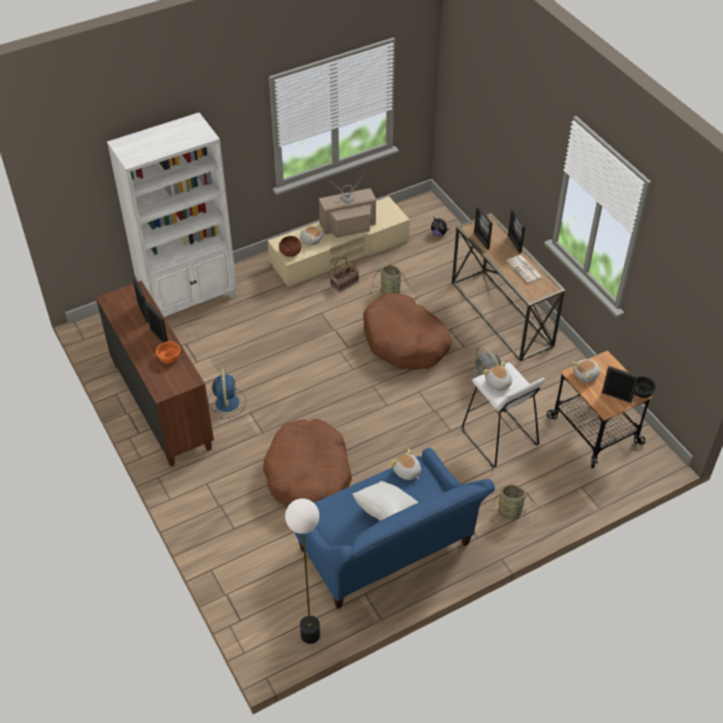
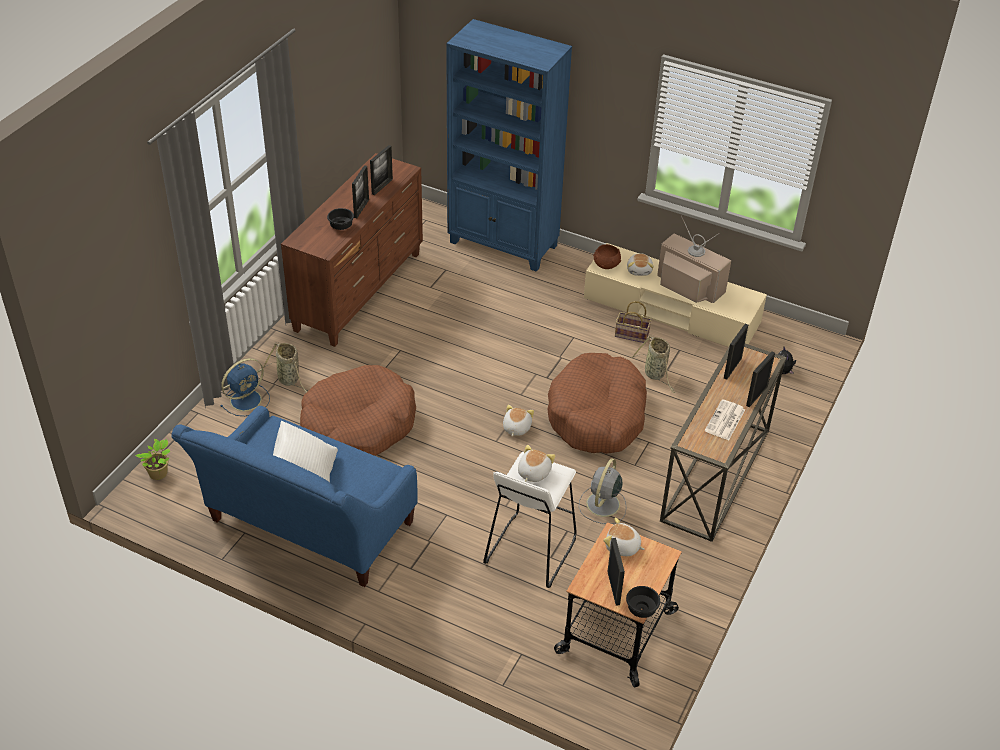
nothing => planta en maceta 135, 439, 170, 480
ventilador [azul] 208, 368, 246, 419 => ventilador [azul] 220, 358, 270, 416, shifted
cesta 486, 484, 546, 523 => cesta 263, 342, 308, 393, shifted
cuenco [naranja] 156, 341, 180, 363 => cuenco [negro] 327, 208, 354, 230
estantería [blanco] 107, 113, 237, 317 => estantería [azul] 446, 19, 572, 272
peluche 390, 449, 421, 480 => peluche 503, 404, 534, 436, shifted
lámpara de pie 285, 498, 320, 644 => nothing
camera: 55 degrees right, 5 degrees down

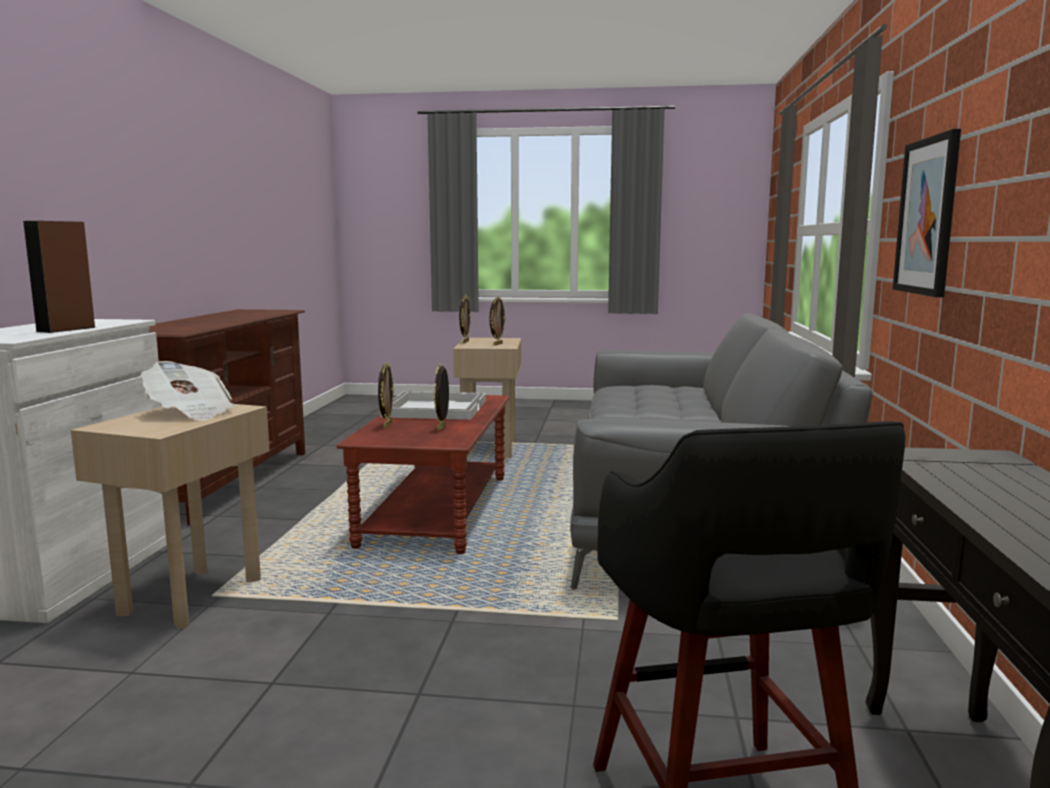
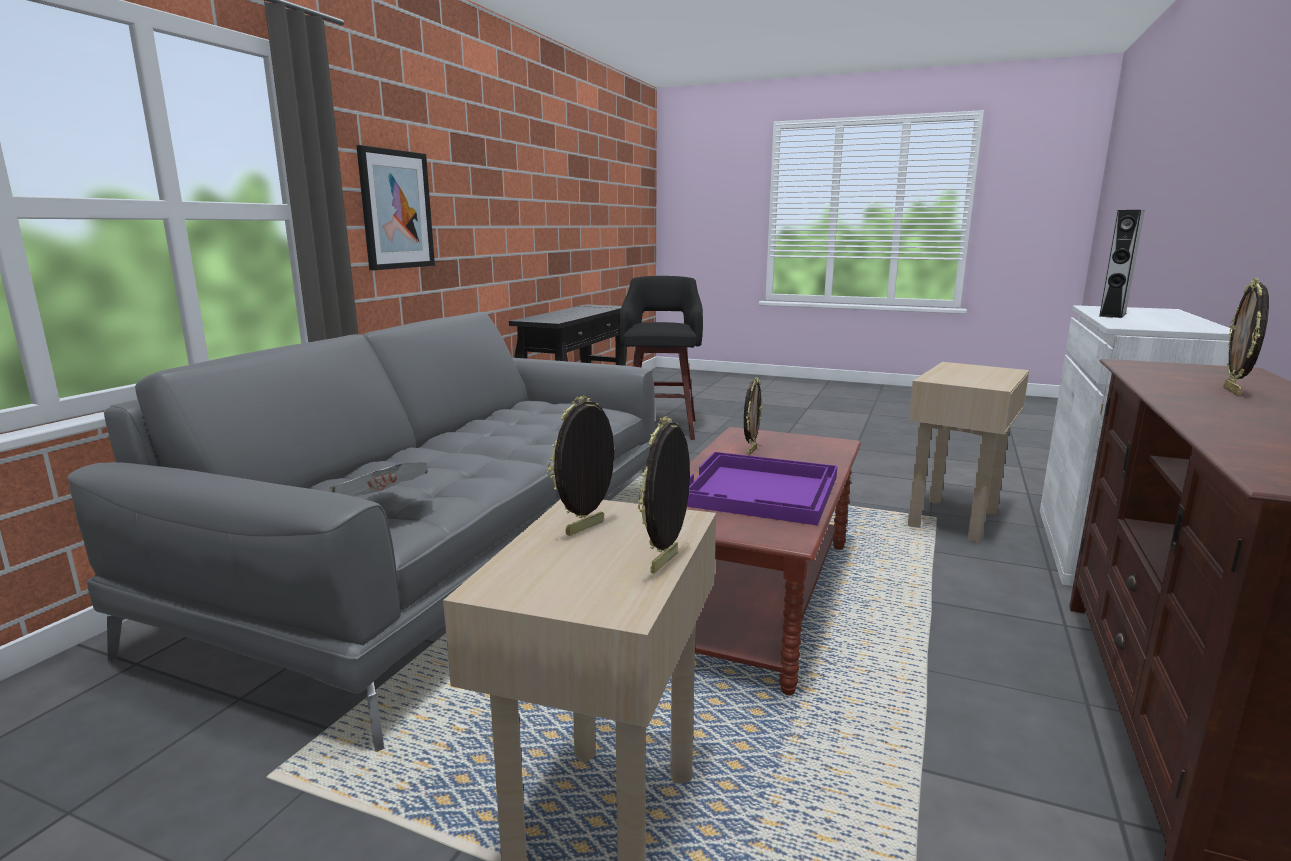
periódico 141, 361, 235, 421 => periódico 329, 462, 429, 497, shifted
bandeja [blanco] 380, 391, 486, 420 => bandeja [morado] 687, 452, 837, 526
altavoz [marrón] 23, 221, 96, 333 => altavoz [gris] 1099, 210, 1145, 318
portarretratos 378, 362, 394, 428 => portarretratos 1223, 278, 1269, 396, shifted
camera: 165 degrees left, 5 degrees up

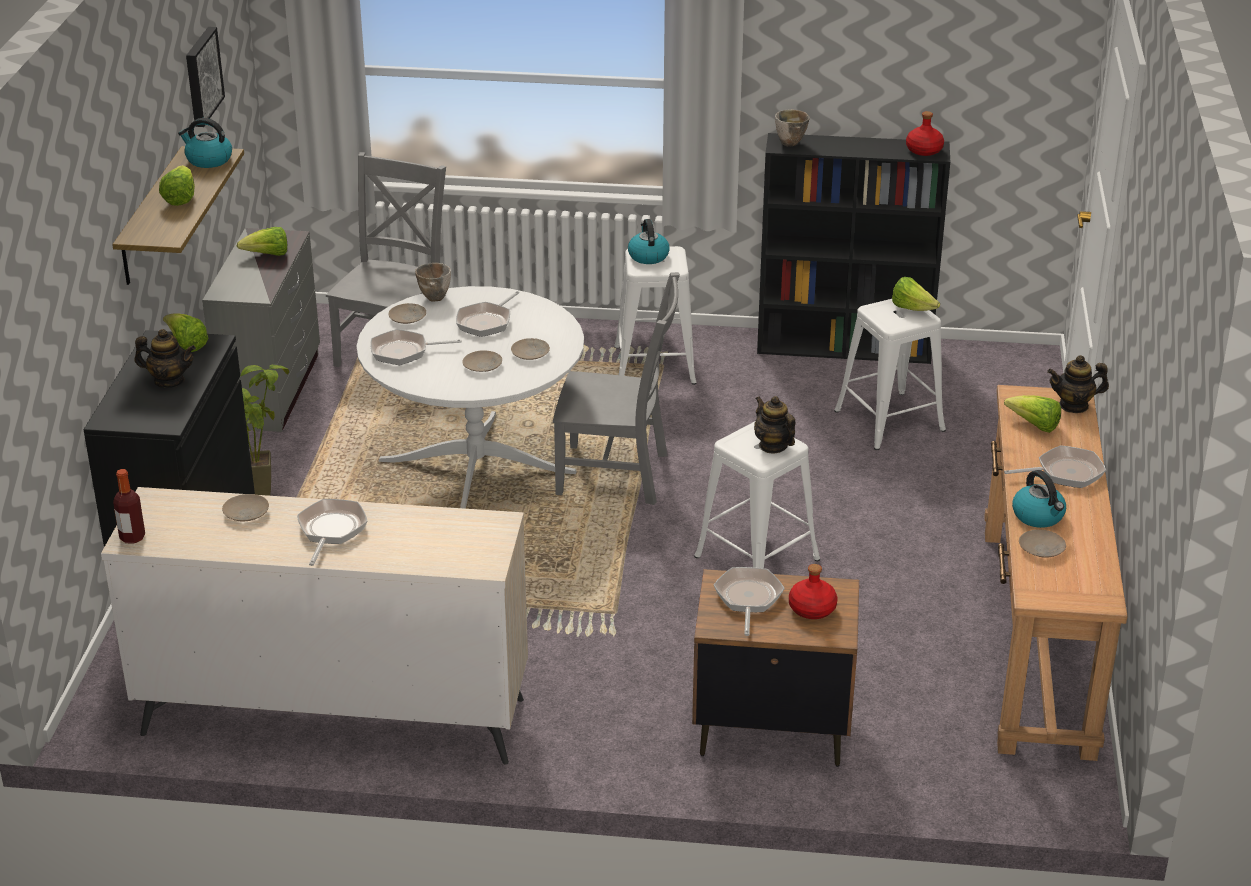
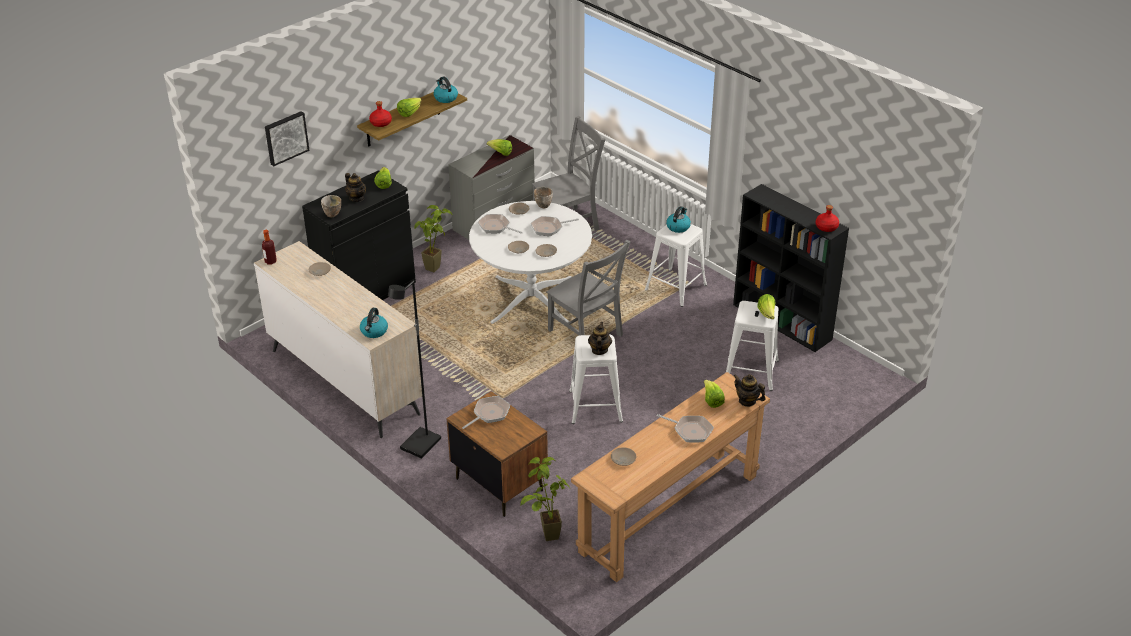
cuadro 186, 27, 225, 127 => cuadro 265, 111, 310, 166, shifted
cuenco 775, 109, 810, 146 => cuenco 321, 195, 341, 217, shifted
hervidor 1012, 470, 1066, 528 => hervidor 360, 308, 388, 338, shifted
botella [rojo] 789, 564, 837, 619 => botella [rojo] 369, 101, 392, 127, shifted
nothing => lámpara de pie [negro] 388, 280, 441, 459
nothing => planta en maceta 520, 457, 570, 541
sartén 297, 499, 368, 566 => nothing
camera: 40 degrees right, 5 degrees up

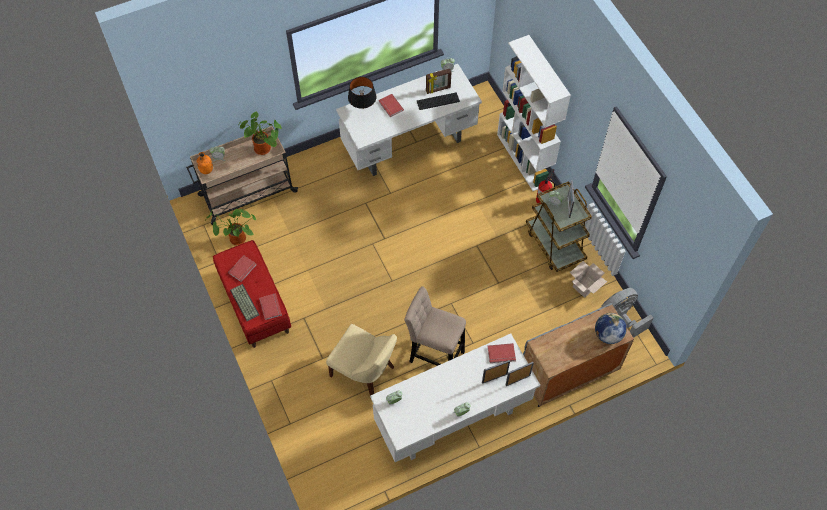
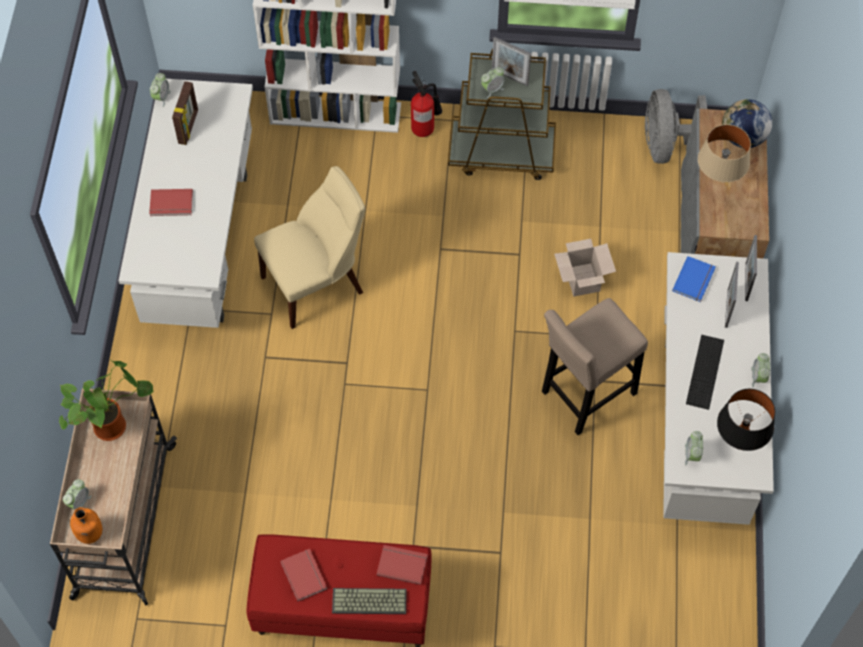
silla [beis] 326, 324, 397, 395 => silla [beis] 254, 166, 365, 329, shifted
caja de cartón 569, 261, 607, 298 => caja de cartón 554, 239, 616, 297, shifted
libro [rojo] 487, 343, 516, 363 => libro [azul] 672, 256, 716, 302
teclado 417, 92, 460, 110 => teclado 686, 335, 724, 410, shifted
nothing => lámpara de mesa [beis] 698, 124, 751, 182
lámpara de mesa [negro] 348, 77, 377, 109 => lámpara de mesa [negro] 717, 389, 775, 451, shifted
planta en maceta 205, 208, 256, 245 => nothing
camera: 60 degrees left, 0 degrees up

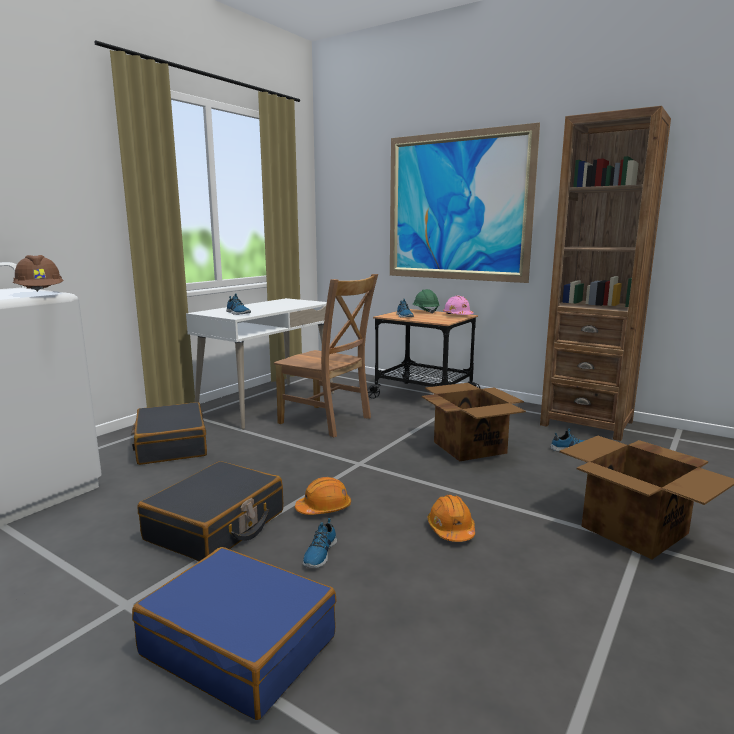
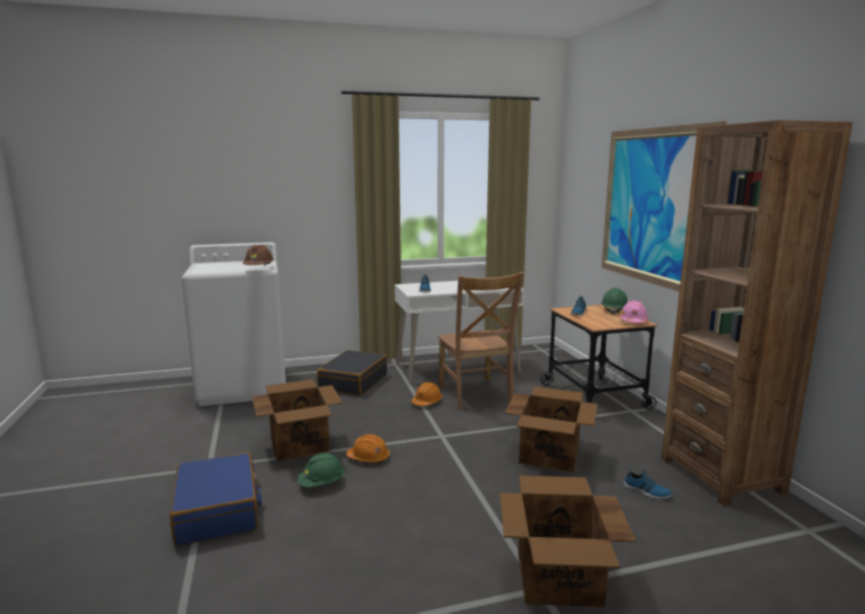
maleta [negro] 137, 461, 283, 561 => caja de cartón 252, 379, 343, 461
zapato 303, 518, 337, 568 => casco [verde] 297, 453, 344, 487
casco [naranja] 428, 495, 475, 542 => casco [naranja] 411, 382, 442, 406, shifted
camera: 40 degrees right, 0 degrees up

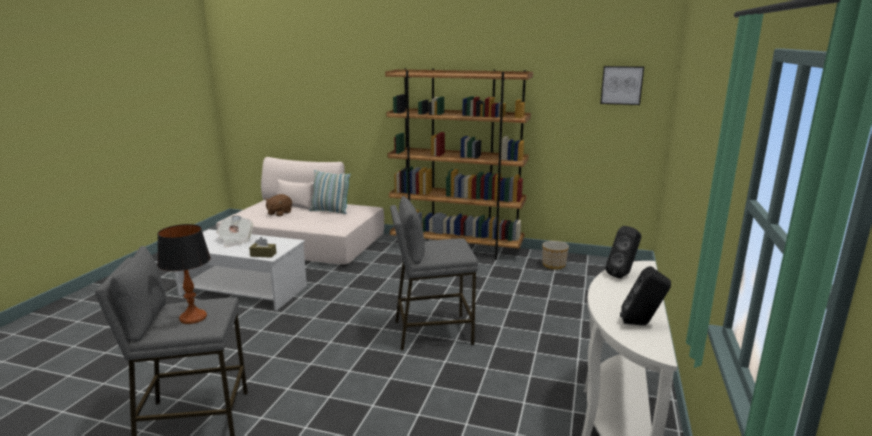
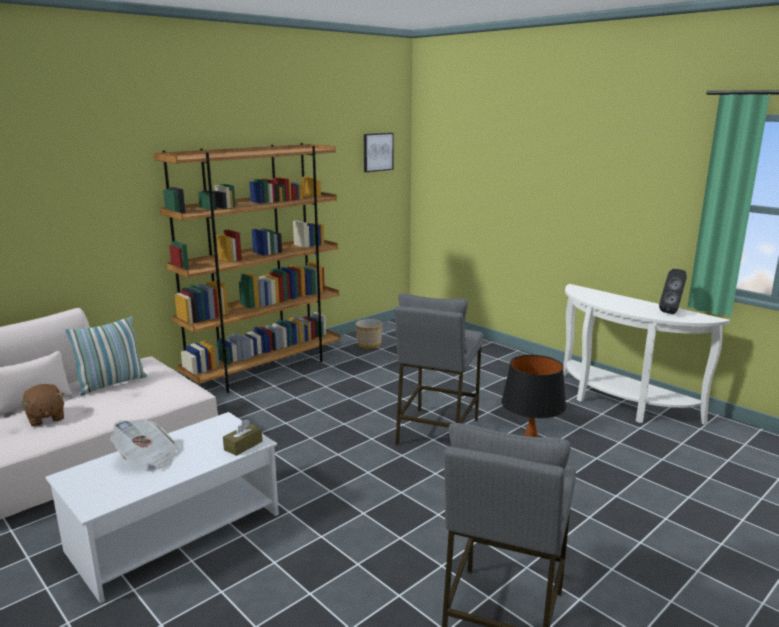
altavoz [negro] 605, 226, 641, 279 => nothing
camera: 60 degrees left, 0 degrees up

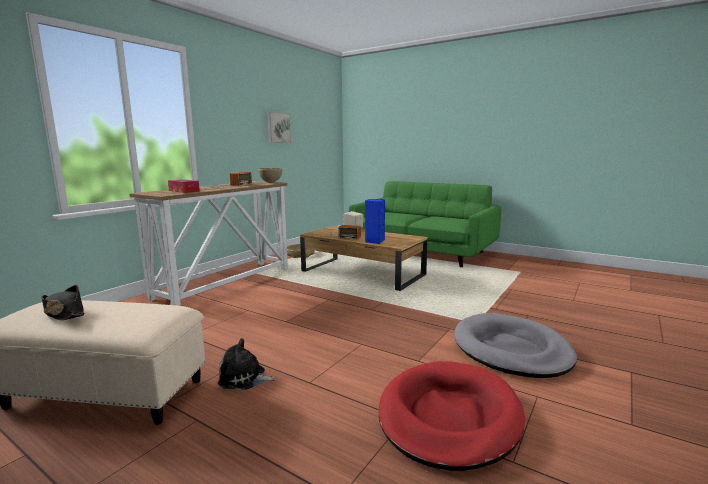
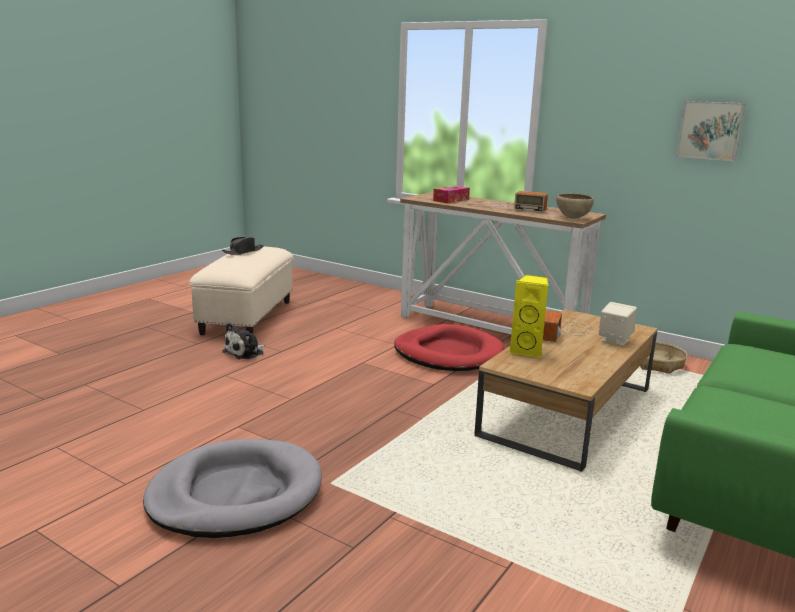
peluche 218, 338, 277, 390 => peluche 222, 323, 265, 359, 150 degrees counterclockwise
cama para perro [rojo] 378, 361, 525, 471 => cama para perro [rojo] 394, 324, 504, 371, shifted
altavoz [azul] 365, 199, 385, 244 => altavoz [amarillo] 510, 275, 549, 358
camera: 90 degrees right, 5 degrees up

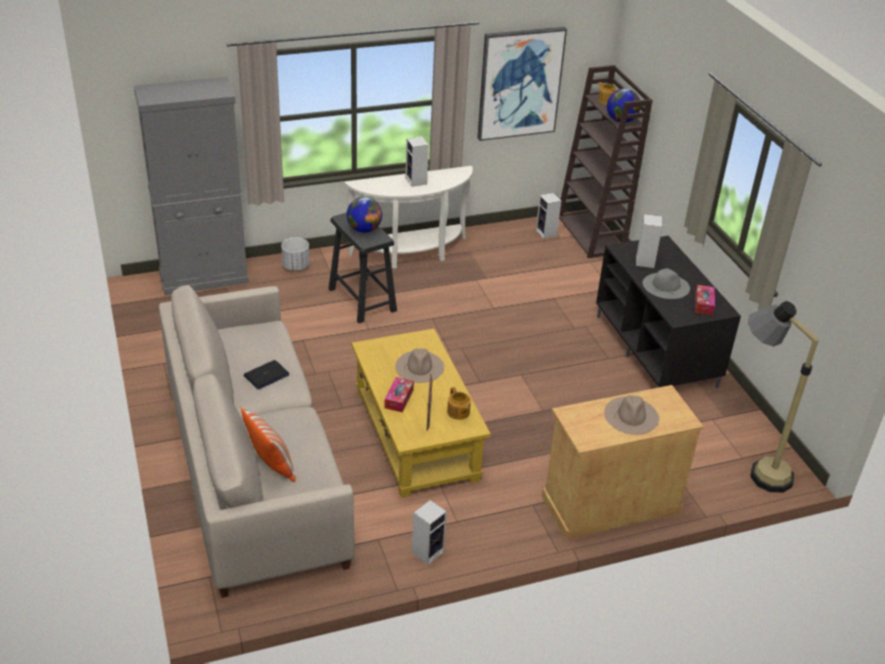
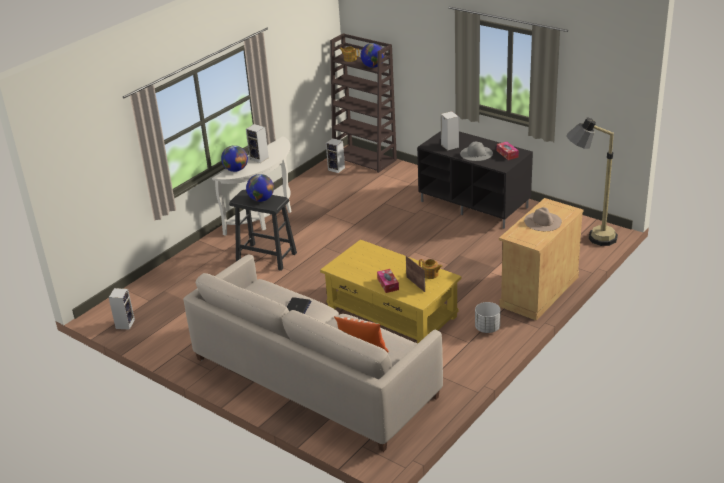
altavoz 412, 500, 447, 565 => altavoz 108, 288, 135, 330, shifted
nothing => globo terráqueo 221, 145, 248, 172
maceta [blanco] 281, 238, 310, 271 => maceta [blanco] 475, 302, 501, 333, shifted
armario [gris] 134, 77, 249, 295 => nothing
sombrero [beis] 395, 349, 444, 383 => nothing
cuadro 477, 27, 567, 141 => nothing
camera: 30 degrees left, 5 degrees down

